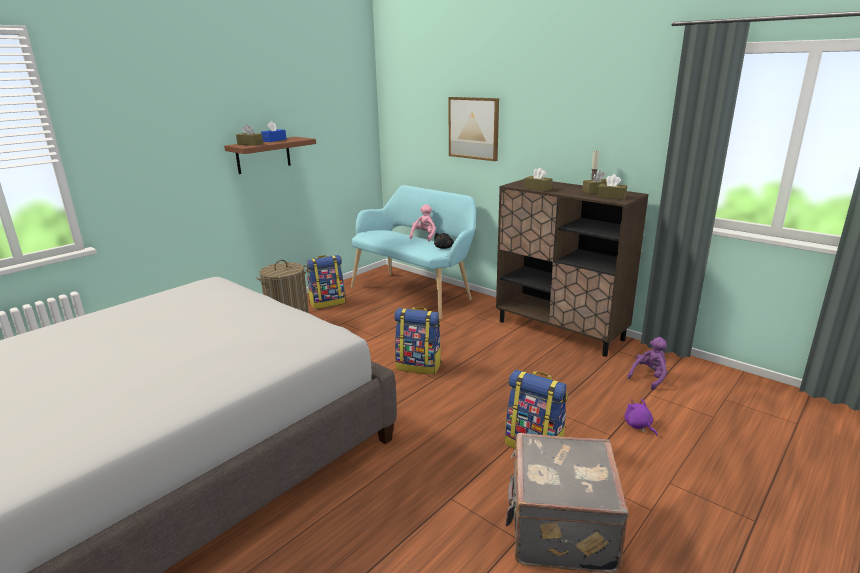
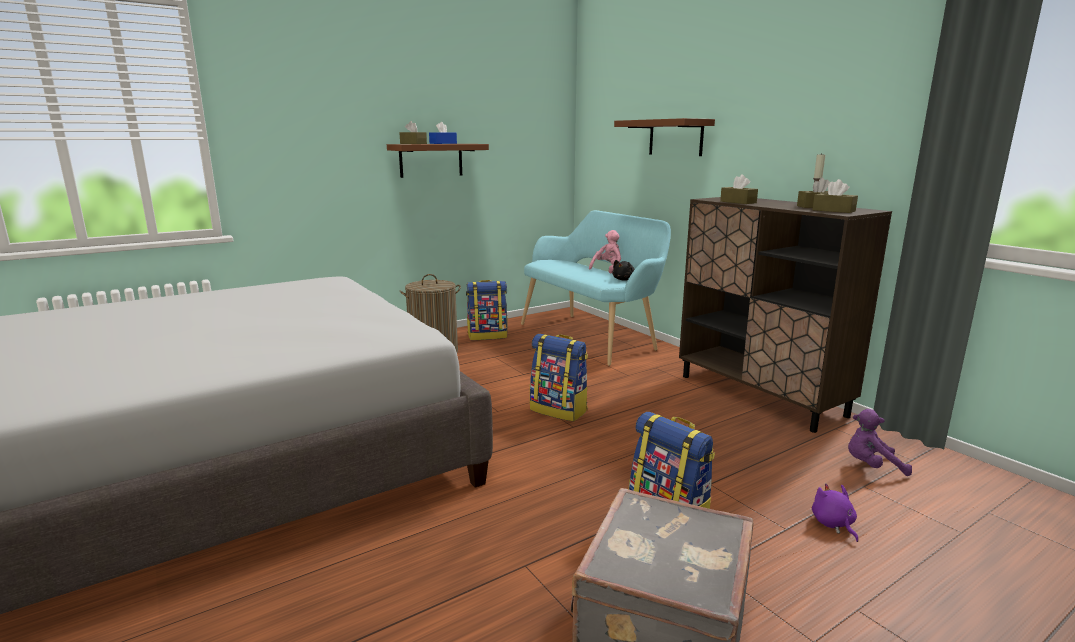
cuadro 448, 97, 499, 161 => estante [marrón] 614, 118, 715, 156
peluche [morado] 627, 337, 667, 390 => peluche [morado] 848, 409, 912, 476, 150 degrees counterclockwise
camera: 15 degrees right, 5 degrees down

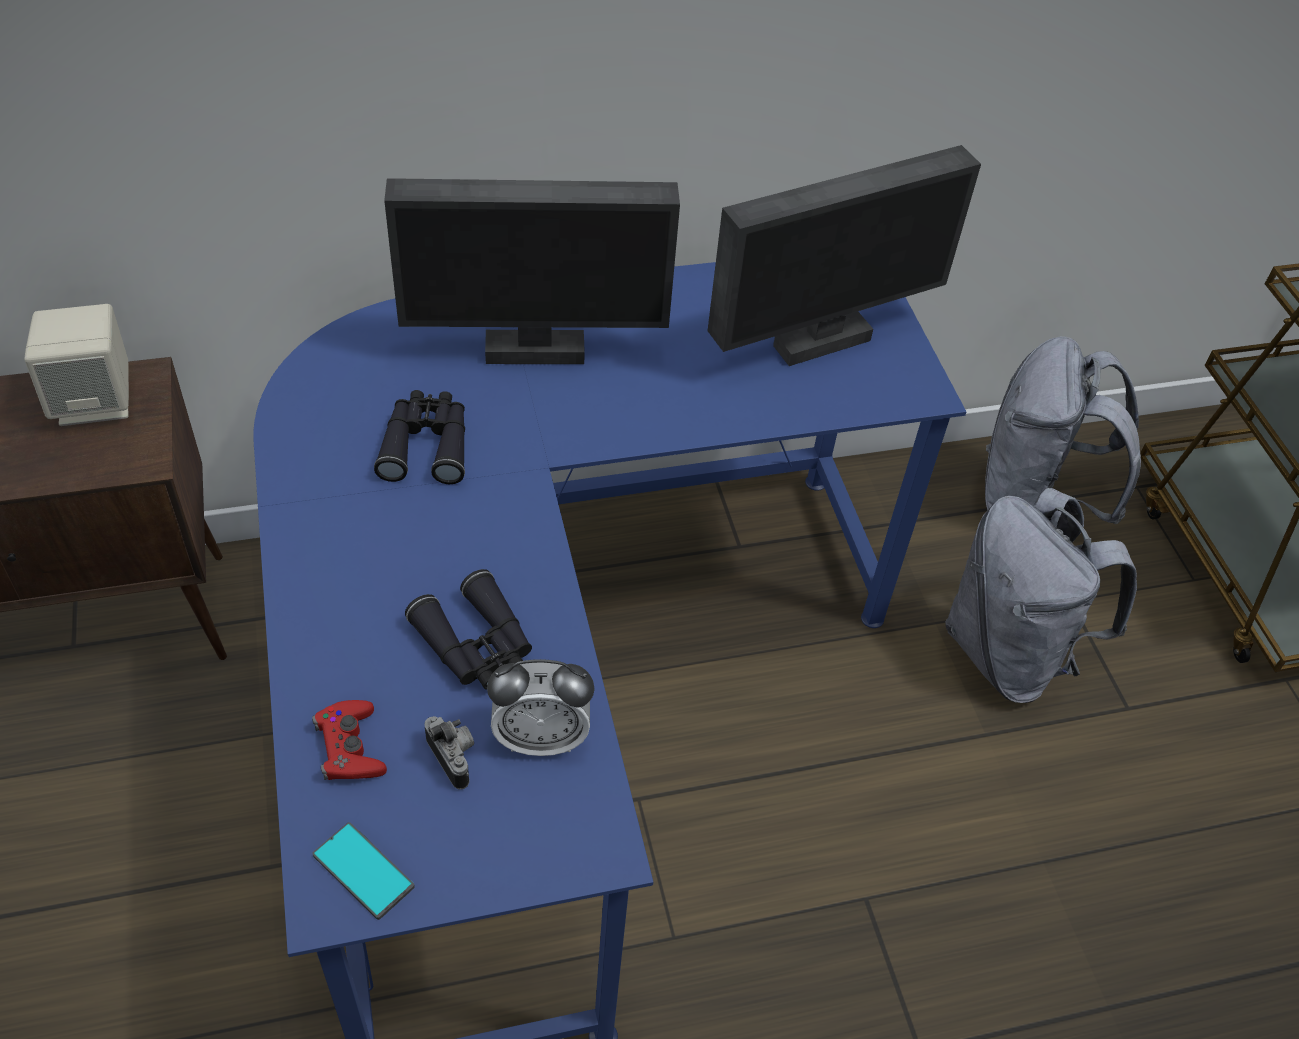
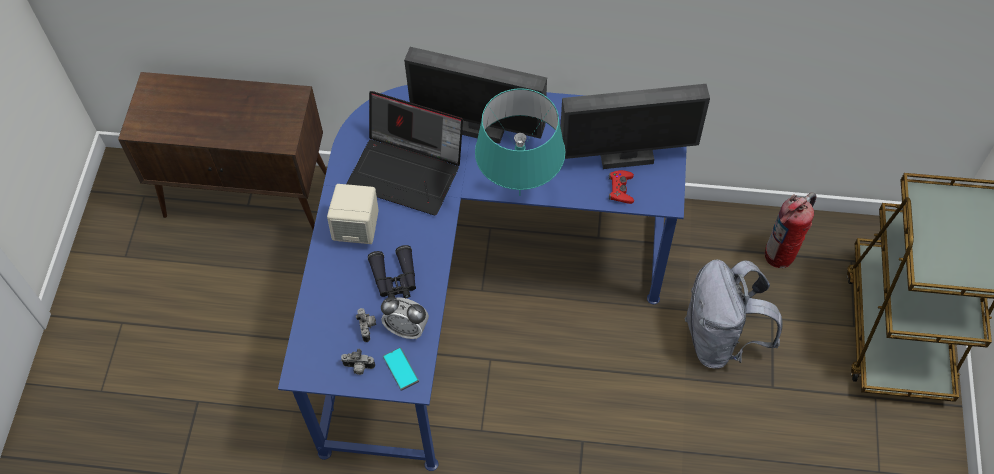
altavoz [beis] 24, 304, 129, 426 => altavoz [beis] 327, 184, 379, 244, shifted
nothing => cámara 341, 349, 375, 375
prismáticos [negro] 374, 390, 465, 484 => portátil 347, 91, 463, 215
móvil 312, 822, 415, 920 => móvil 383, 347, 419, 391, shifted
nothing => lámpara de mesa [turquesa] 475, 88, 565, 196
mando de consola [rojo] 312, 700, 387, 780 => mando de consola [rojo] 609, 170, 634, 204, shifted
mochila [gris] 985, 336, 1141, 524 => extintor 765, 192, 816, 268
camera: 25 degrees right, 10 degrees up

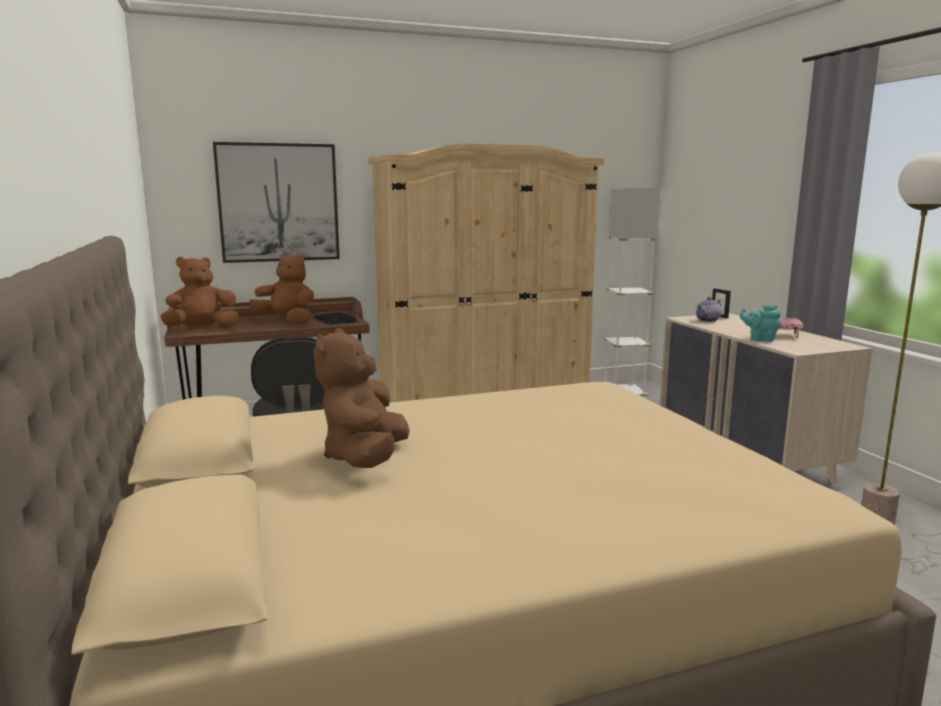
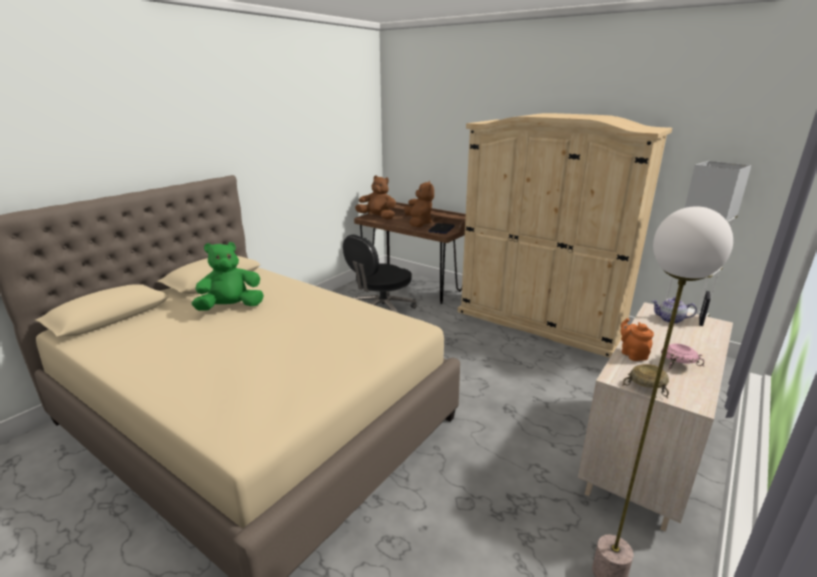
peluche [marrón] 314, 328, 410, 468 => peluche [verde] 192, 242, 264, 311
tetera [turquesa] 740, 304, 781, 342 => tetera [naranja] 620, 318, 654, 361
nothing => cuenco [beis] 622, 364, 669, 398
cuadro 213, 142, 340, 263 => nothing
camera: 55 degrees right, 10 degrees up

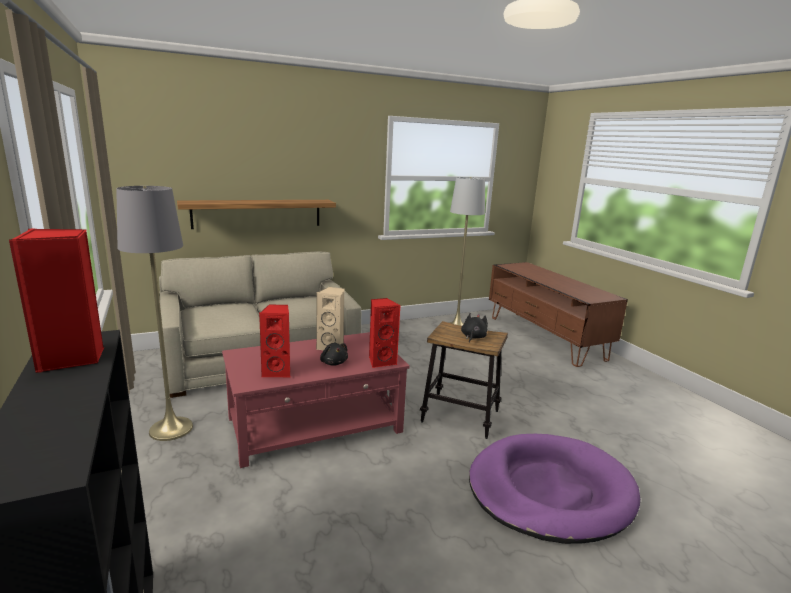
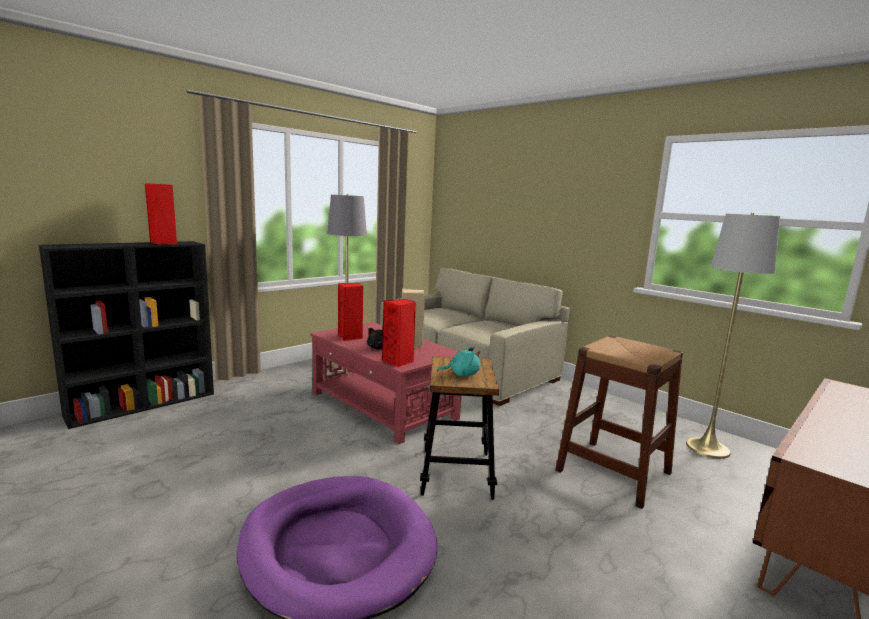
peluche [negro] 461, 313, 488, 343 => peluche [turquesa] 437, 347, 481, 376
nothing => taburete [marrón] 555, 336, 683, 509
estante 177, 200, 336, 229 => nothing
camera: 70 degrees right, 5 degrees down

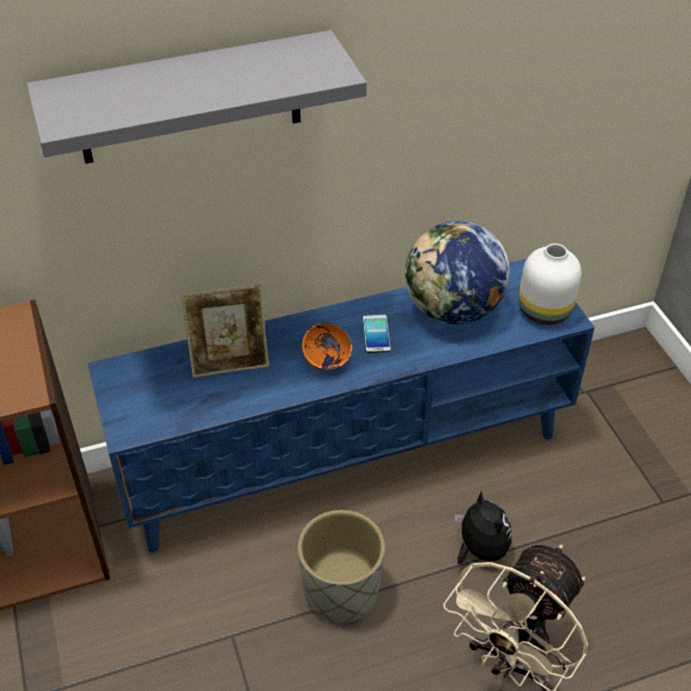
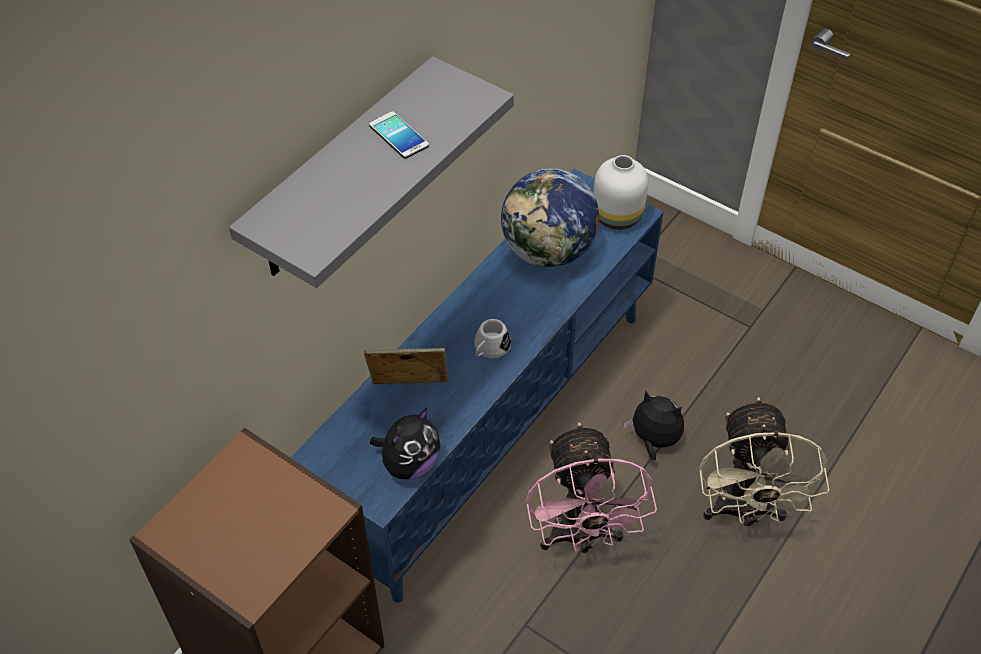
portarretratos 181, 284, 269, 378 => portarretratos 364, 348, 448, 384, 135 degrees counterclockwise
móvil 363, 315, 391, 353 => móvil 369, 111, 429, 159, shifted
nothing => peluche 370, 408, 441, 479
cuenco [naranja] 302, 322, 352, 371 => taza grande [blanco] 474, 319, 511, 358
maceta [gris] 298, 510, 385, 624 => ventilador [rosa] 526, 422, 657, 553
camera: 35 degrees left, 5 degrees up

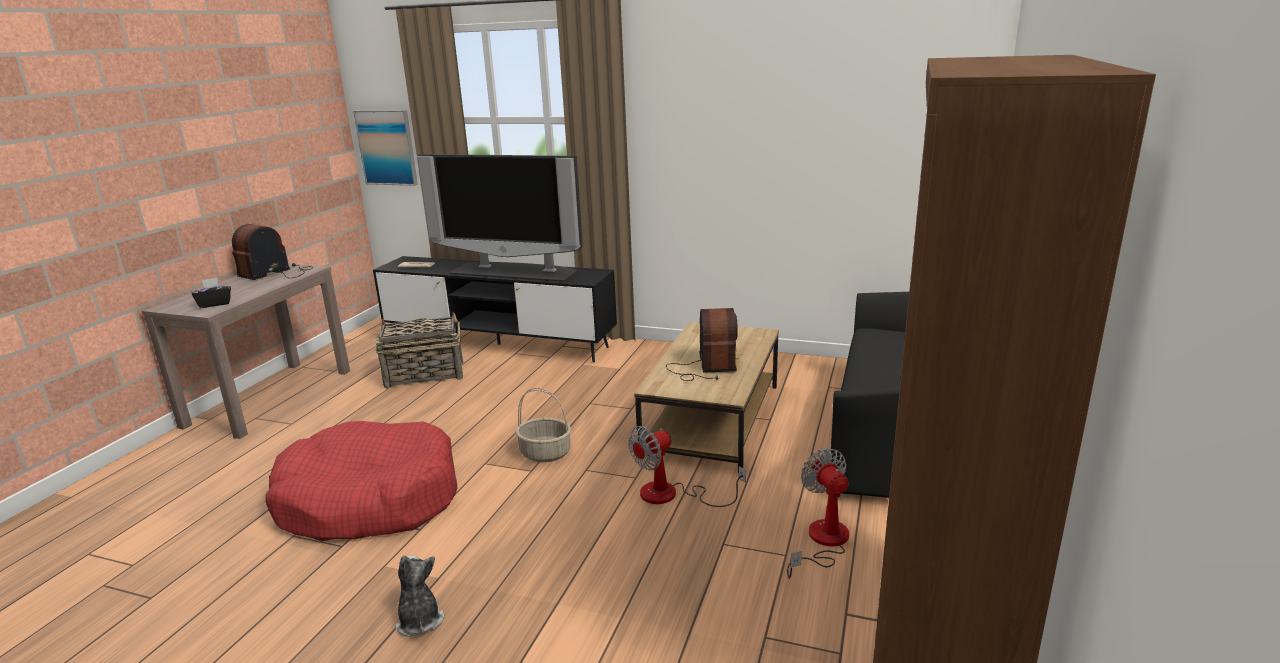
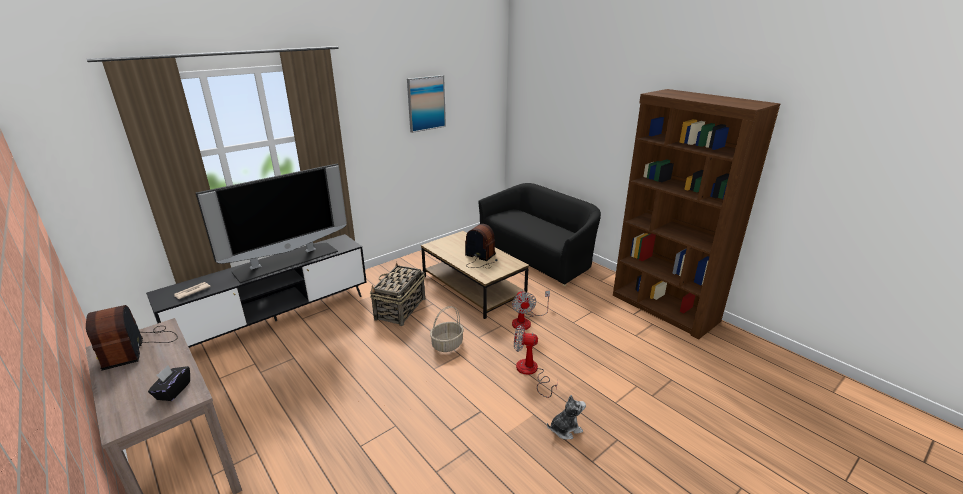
cesta 375, 312, 463, 388 => cesta 370, 262, 425, 326, shifted
cuadro 353, 110, 418, 186 => cuadro 407, 75, 446, 133, shifted
ventilador 787, 448, 849, 579 => ventilador 514, 324, 558, 398, shifted
peluche 395, 555, 444, 637 => peluche 547, 395, 586, 439, 150 degrees clockwise
cama para perro [rojo] 265, 421, 458, 541 => nothing
camera: 60 degrees left, 5 degrees up

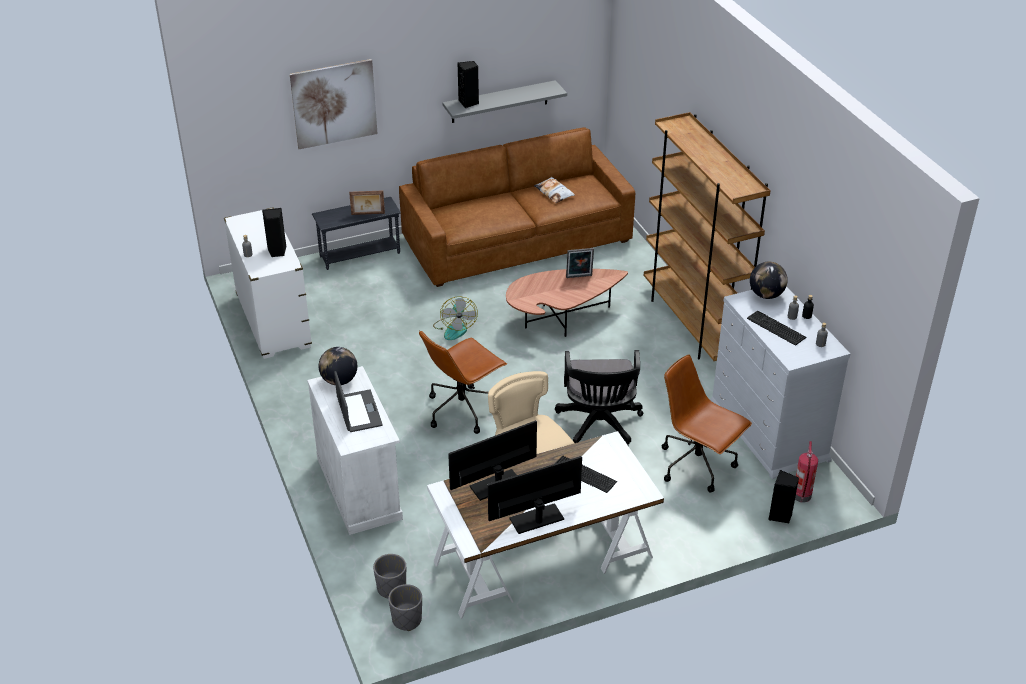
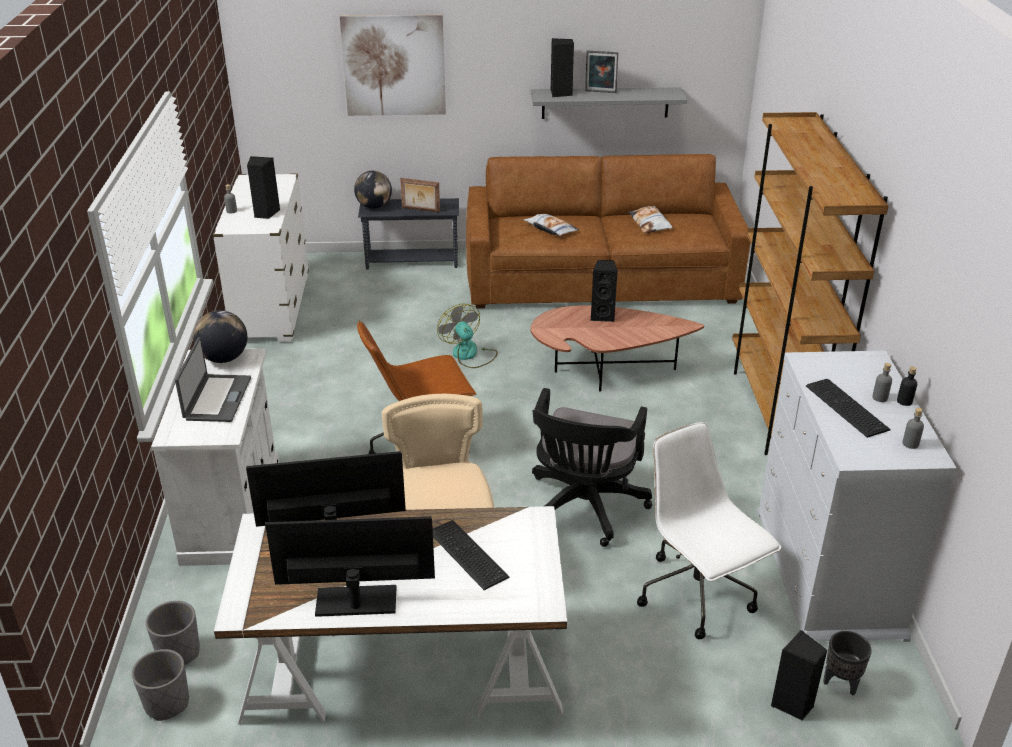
globo terráqueo 750, 262, 788, 299 => globo terráqueo 354, 171, 392, 209, shifted
ventilador 433, 296, 478, 340 => ventilador 437, 304, 498, 368, 135 degrees clockwise
nothing => cojín 524, 214, 579, 236
portarretratos 566, 248, 594, 278 => portarretratos 585, 50, 618, 93, shifted
nothing => altavoz [negro] 590, 260, 618, 322
silla de oficina [marrón] 662, 355, 752, 493 => silla de oficina [blanco] 637, 422, 781, 639
extintor 795, 441, 818, 502 => maceta [negro] 823, 631, 872, 696
camera: 20 degrees right, 5 degrees down

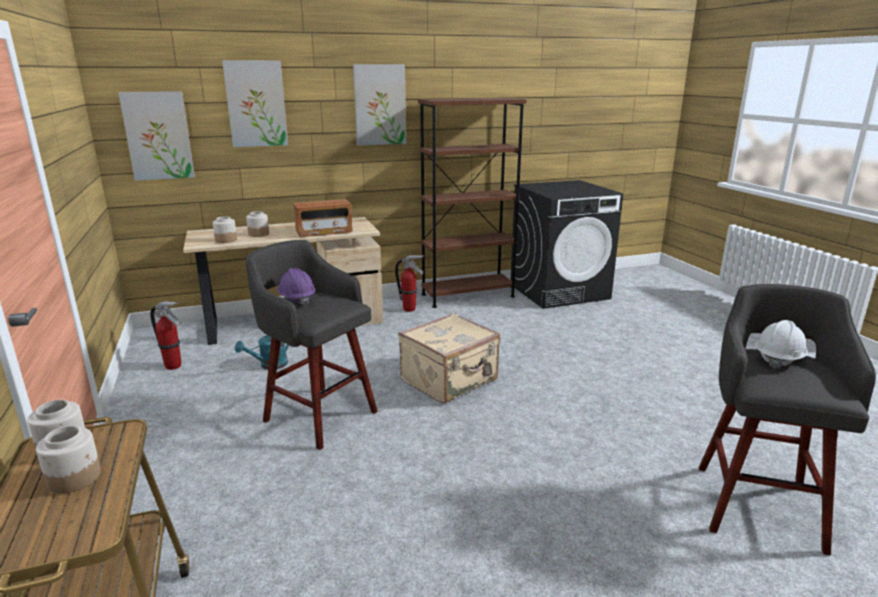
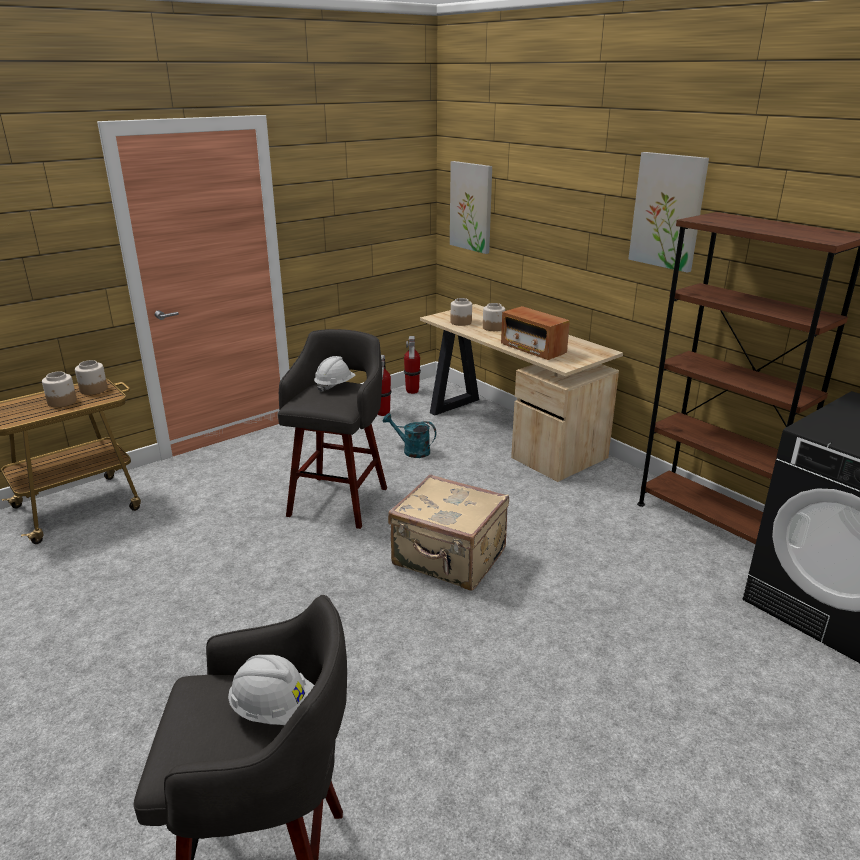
casco [morado] 277, 268, 316, 306 => casco [blanco] 314, 356, 356, 392
extintor 395, 255, 424, 312 => extintor 404, 336, 421, 394, shifted
cuadro 222, 60, 288, 147 => nothing
camera: 70 degrees right, 5 degrees up

